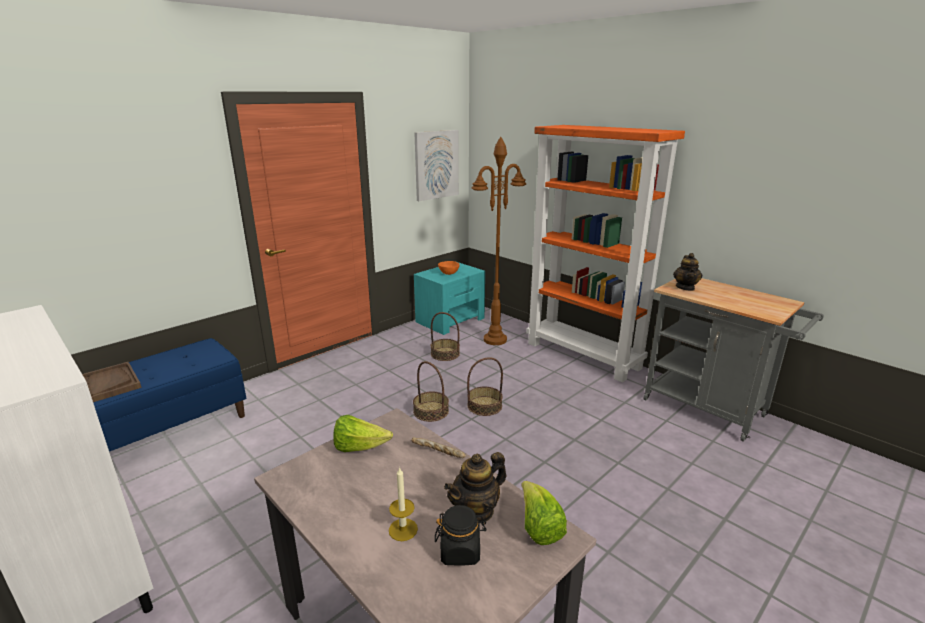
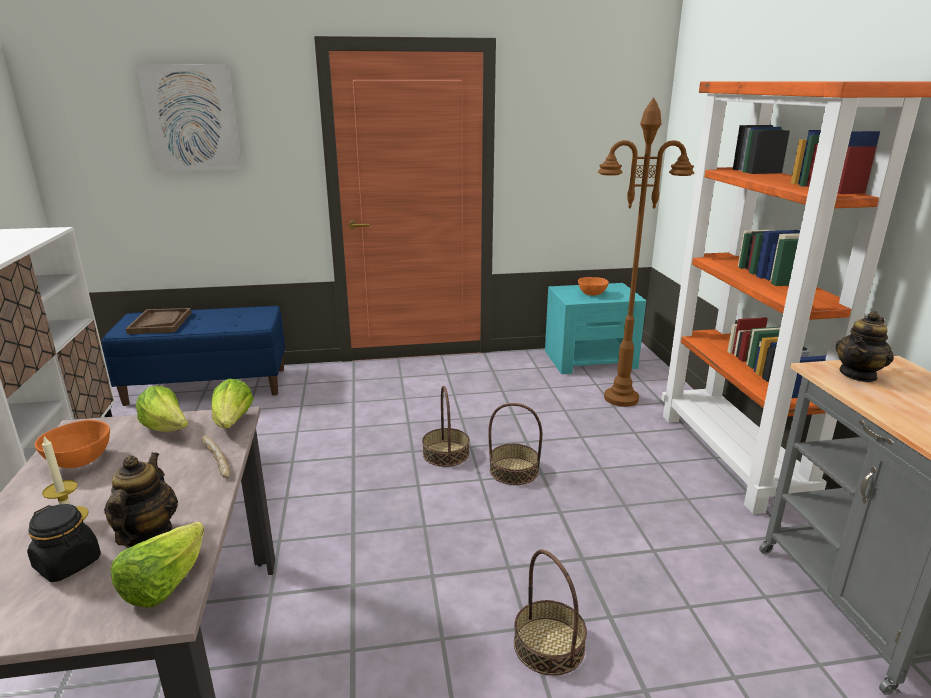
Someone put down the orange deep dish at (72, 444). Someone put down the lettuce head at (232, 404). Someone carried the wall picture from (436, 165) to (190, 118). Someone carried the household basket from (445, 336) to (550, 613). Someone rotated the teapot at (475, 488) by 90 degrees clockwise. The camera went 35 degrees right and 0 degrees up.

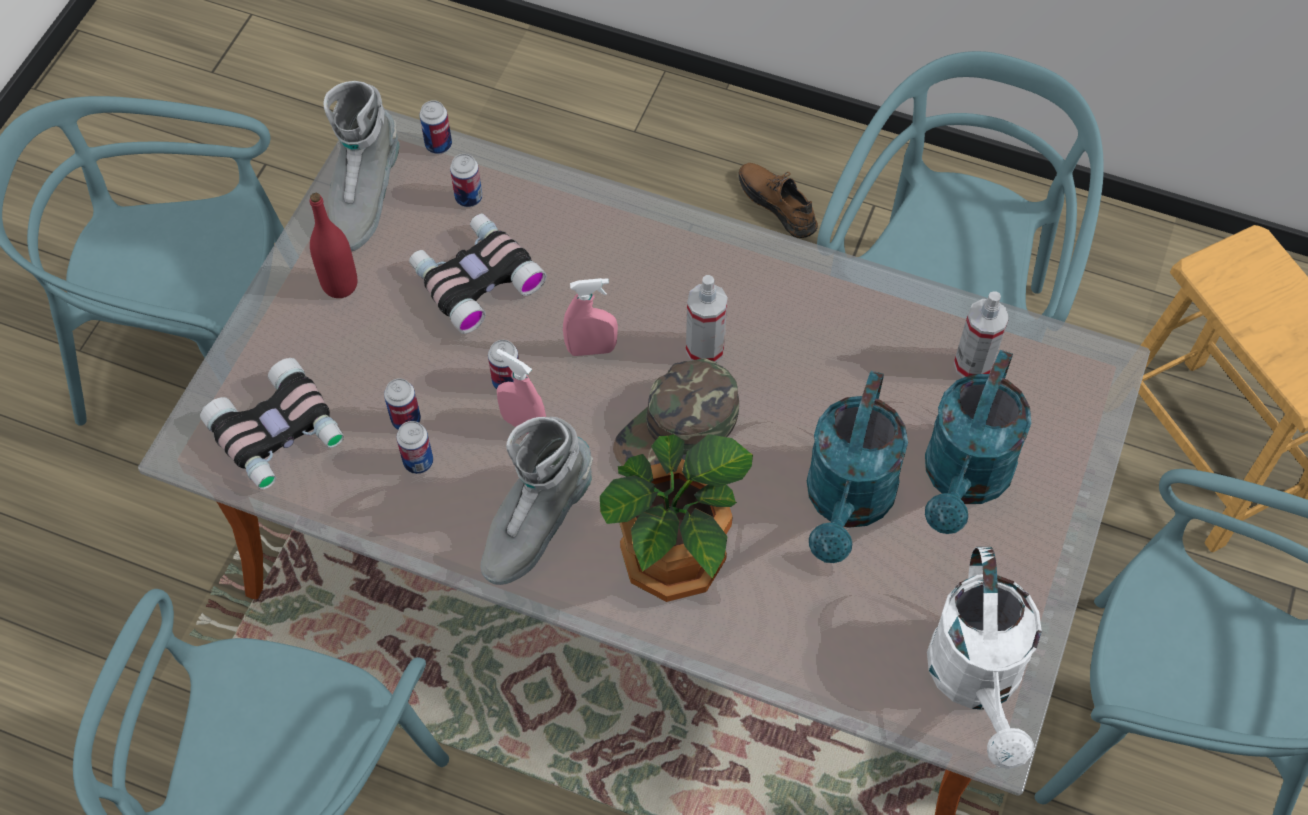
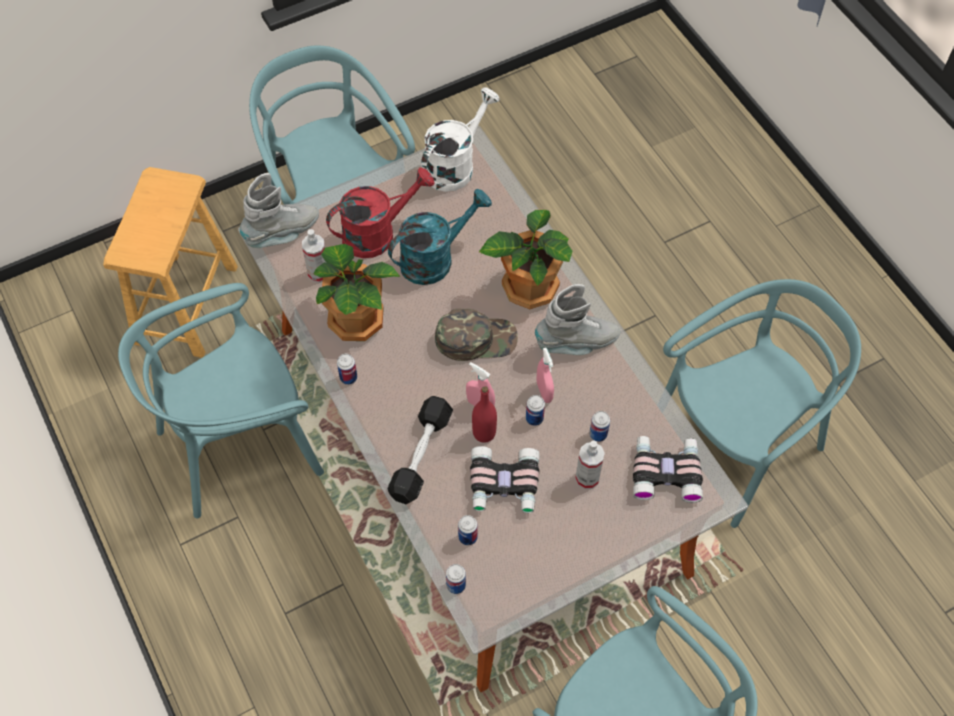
Someone took away the brownish shoe at (778, 200). Someone put down the plant in a pot at (357, 292). Someone put down the blackish dumbbell at (420, 450). Someone carried the red drink bottle from (333, 245) to (484, 414). Someone carried the greyish boot from (362, 166) to (279, 210). Someone carried the can from (414, 447) to (347, 369). Someone carried the spray bottle from (707, 318) to (590, 464). Someone repainted the turquoise-coloured watering can at (978, 442), which became the red watering can at (380, 213). The camera went 140 degrees left and 0 degrees up.

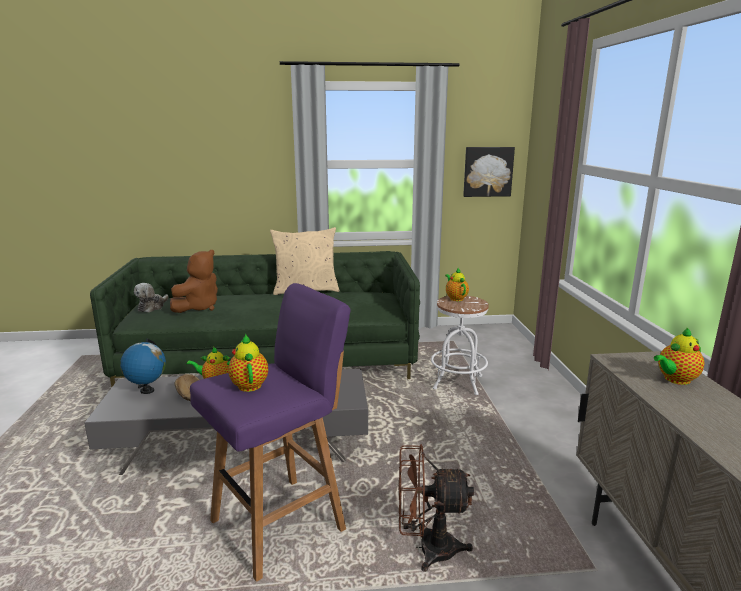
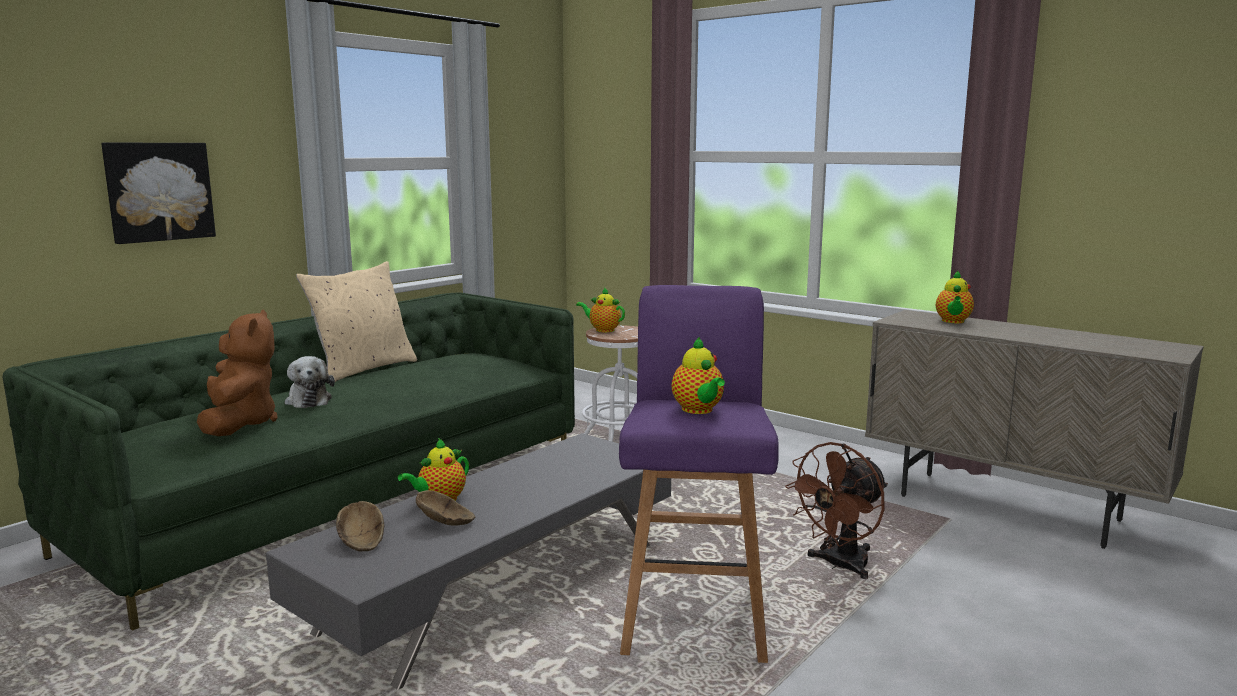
Someone carried the soft toy from (151, 298) to (310, 382). Someone carried the wall picture from (489, 172) to (158, 193). Someone swapped the globe at (143, 366) for the brownish deep dish at (360, 526). Someone rotated the teapot at (248, 363) by 135 degrees counterclockwise. The camera went 45 degrees left and 5 degrees down.

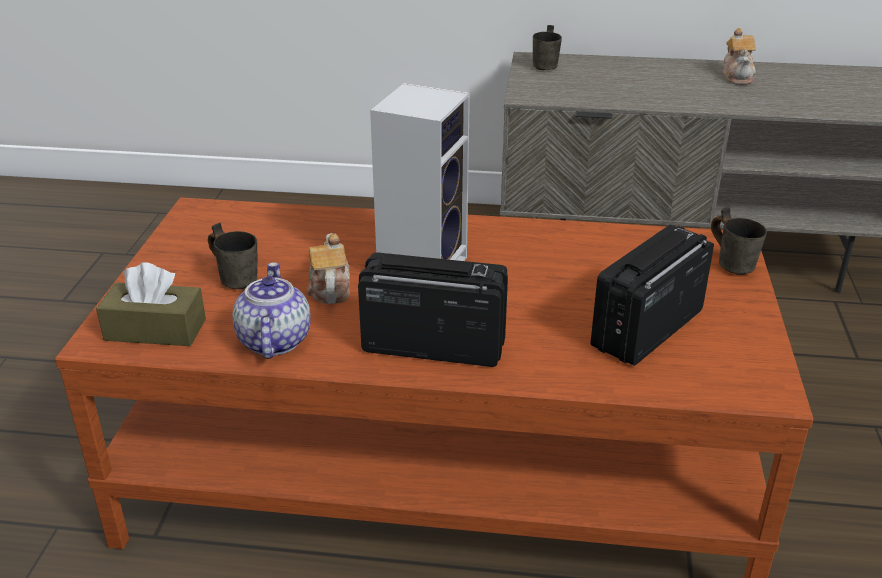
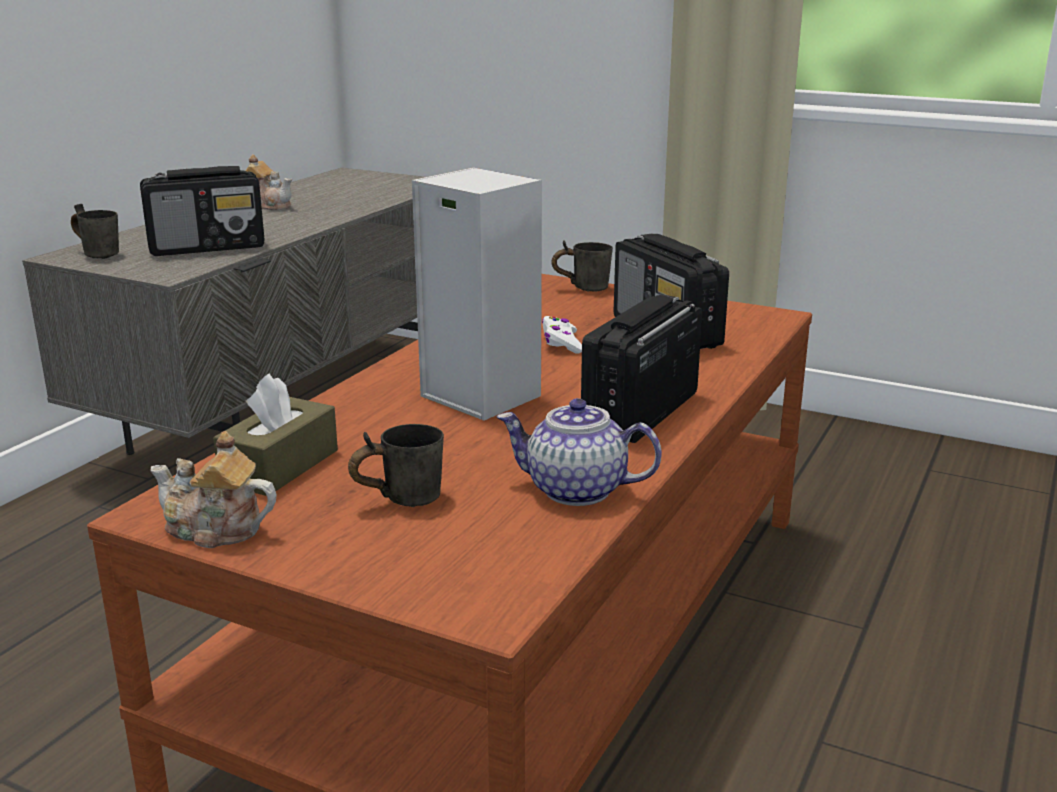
Someone put down the radio receiver at (202, 211). Someone put down the white-coloured gamepad at (562, 334). Someone carried the brownish tissue holder from (151, 304) to (275, 434). Someone carried the teapot from (328, 268) to (213, 489). The camera went 70 degrees left and 10 degrees down.

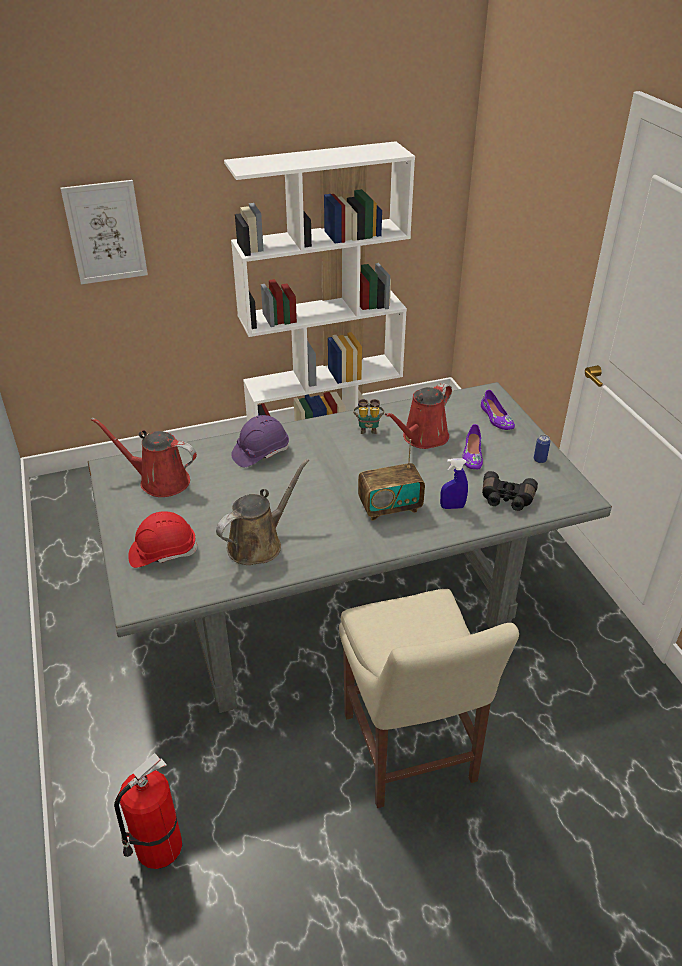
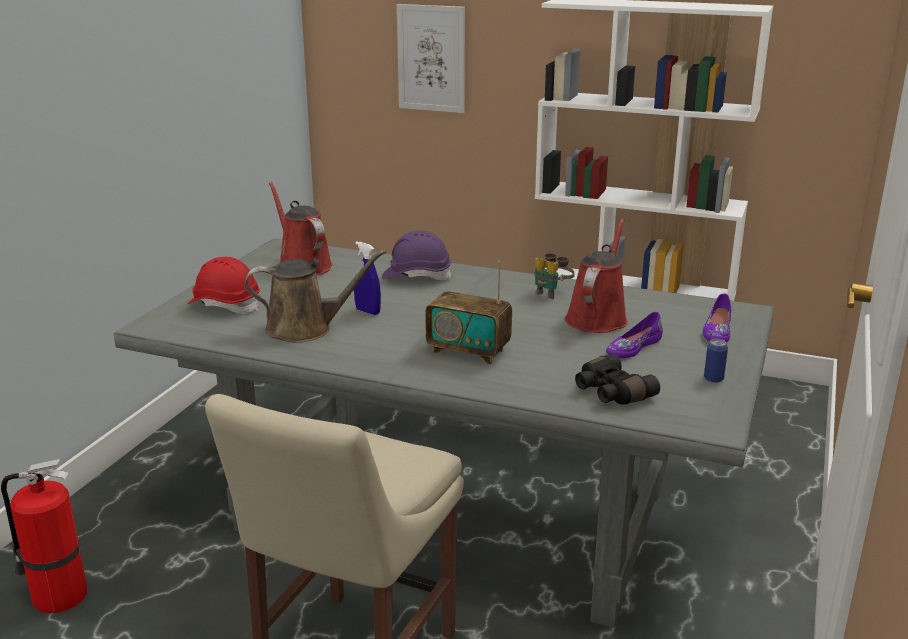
Someone carried the blue spray bottle from (454, 483) to (367, 278). Someone rotated the red watering can at (418, 416) by 120 degrees clockwise. The camera went 40 degrees right and 15 degrees down.

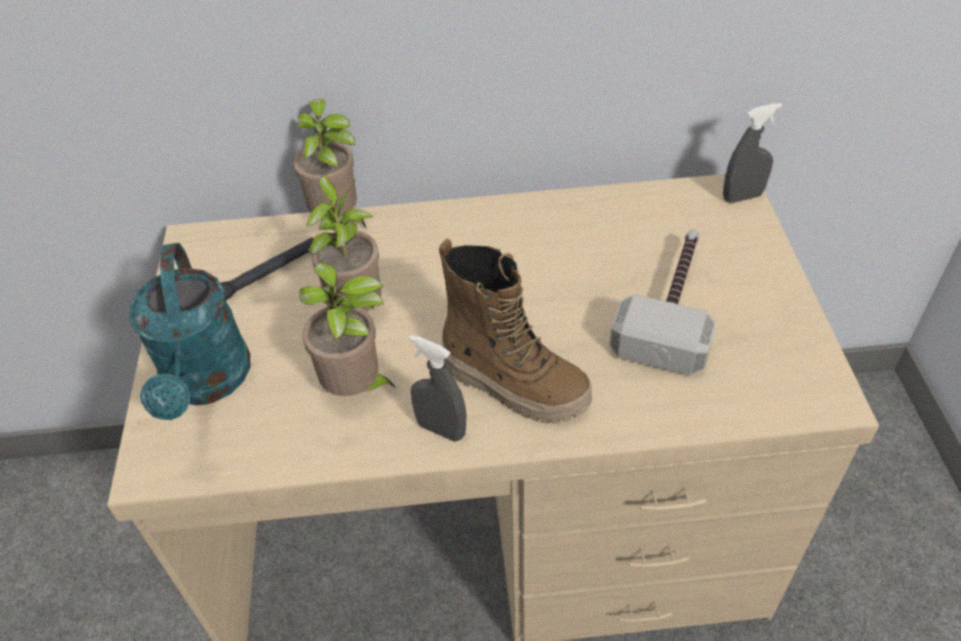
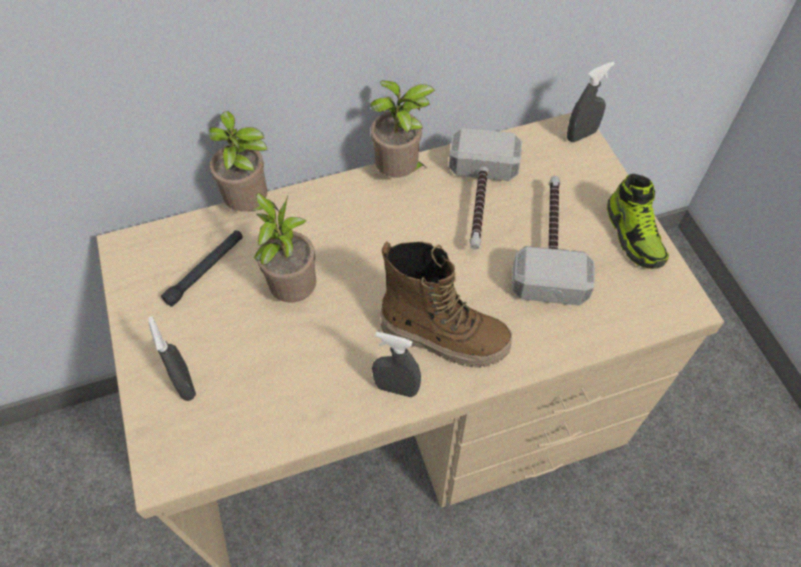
Someone put down the hand hammer at (485, 188). Someone put down the shoe at (638, 221). Someone carried the plant in a pot from (347, 329) to (402, 129). Someone swapped the turquoise-coloured watering can at (189, 331) for the greyish spray bottle at (172, 358). The camera went 15 degrees left and 10 degrees up.

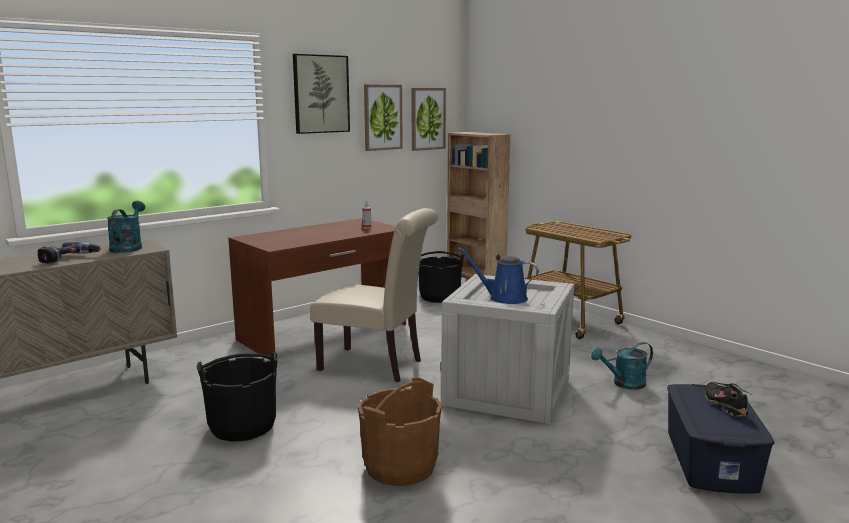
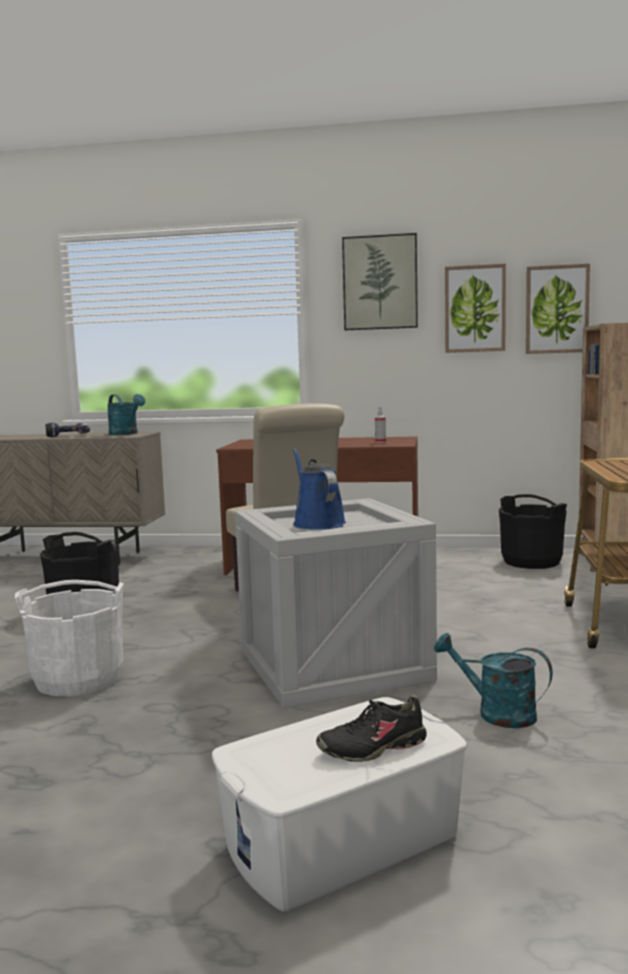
Someone repainted the brownish bucket at (400, 432), which became the white-coloured bucket at (69, 638). Someone repainted the blue storage container at (721, 438), which became the white-coloured storage container at (339, 804). Someone rotated the turquoise-coloured watering can at (126, 227) by 90 degrees clockwise. Someone rotated the blackish shoe at (729, 399) by 150 degrees counterclockwise. The camera went 50 degrees right and 5 degrees down.

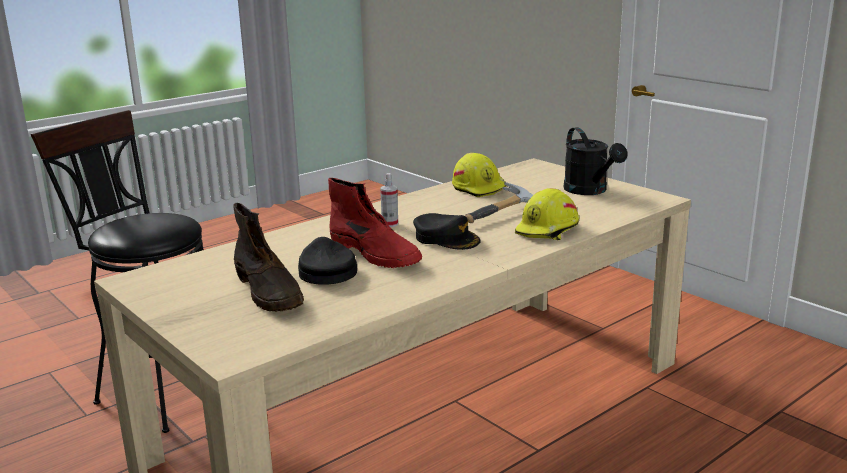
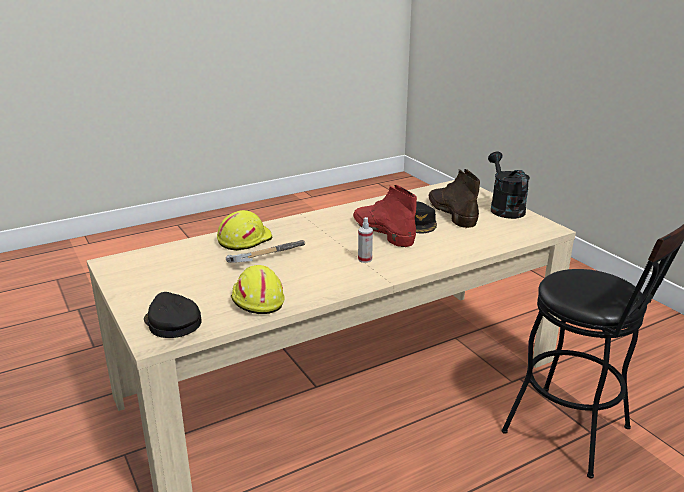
Someone carried the blackish peaked cap from (447, 231) to (173, 315). Someone carried the blackish watering can from (595, 161) to (509, 185). The camera went 170 degrees left and 5 degrees up.

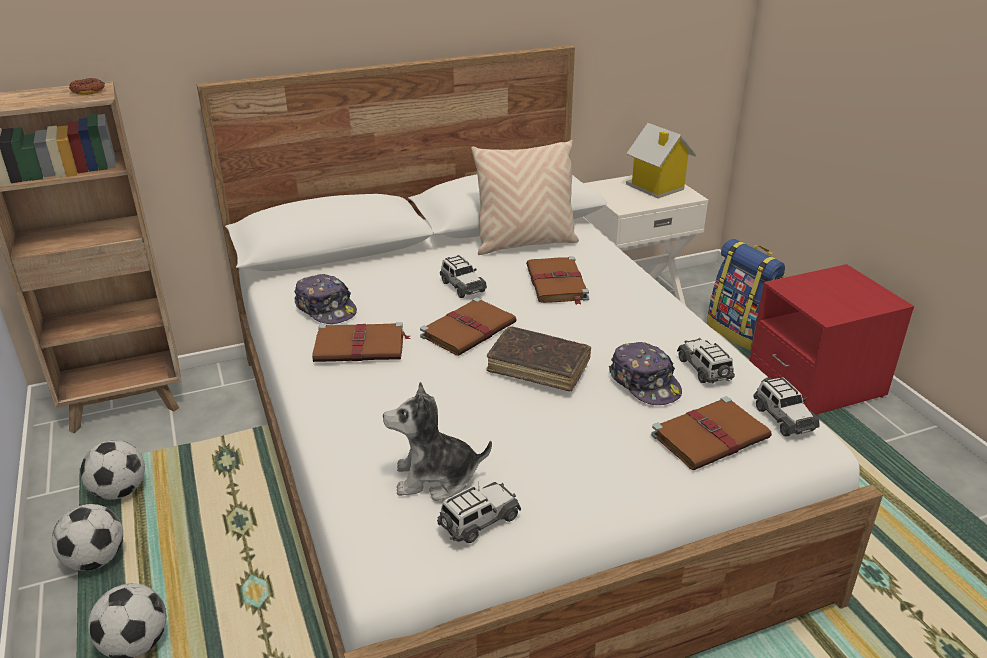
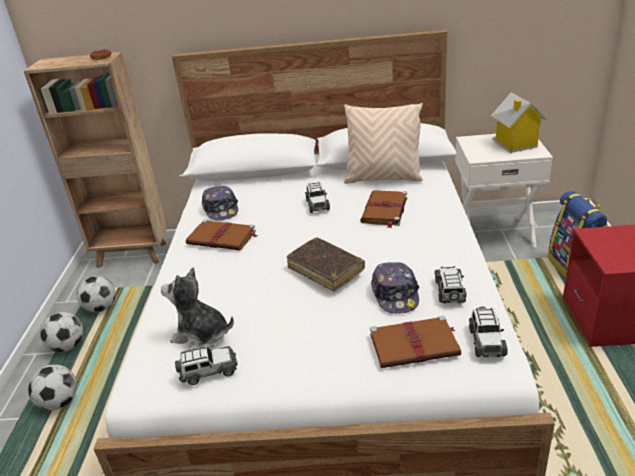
Someone took away the brownish volume at (468, 326). The camera went 25 degrees right and 0 degrees up.

